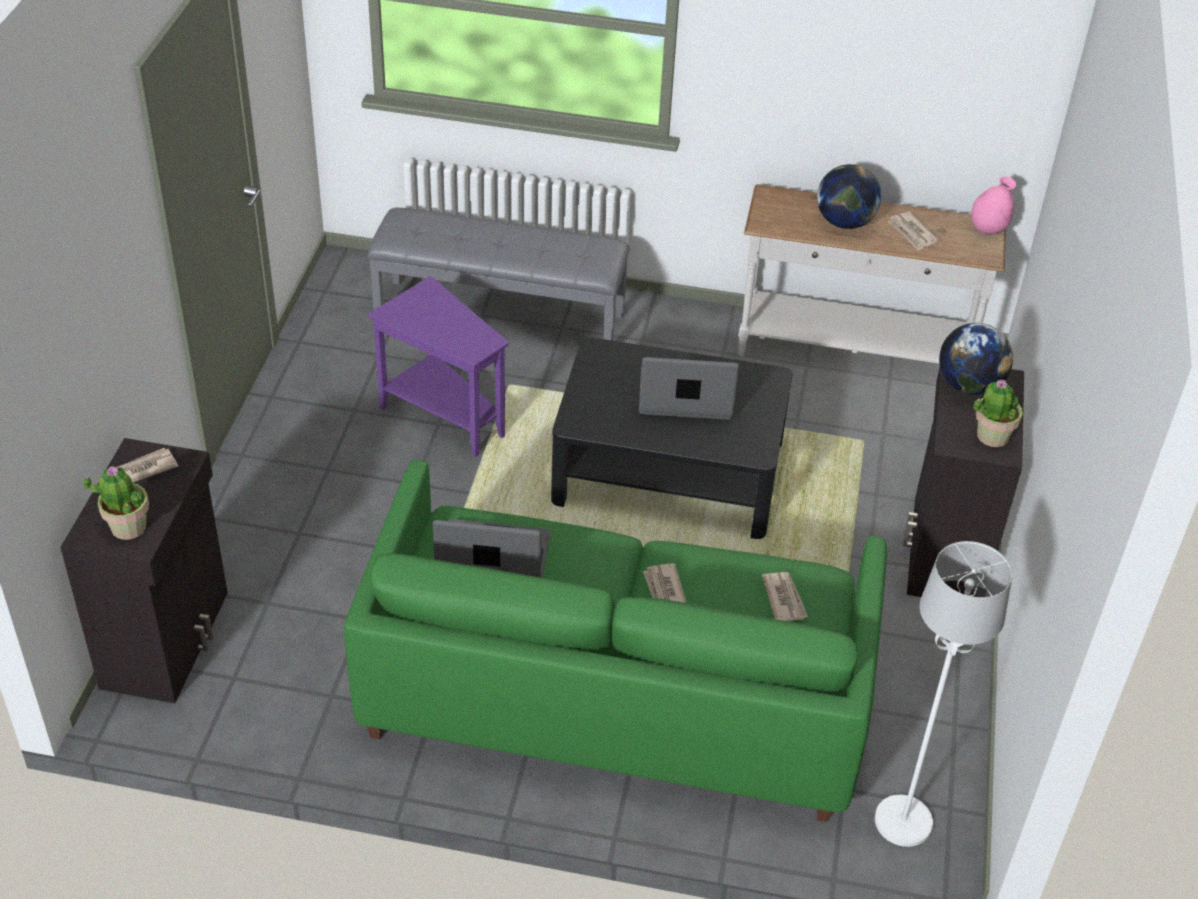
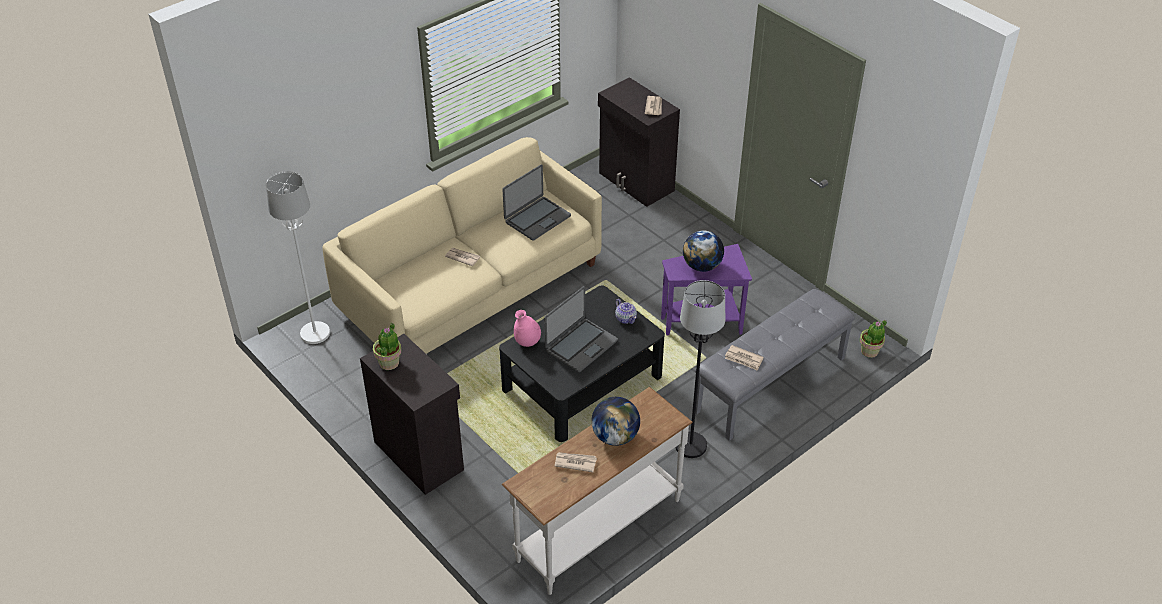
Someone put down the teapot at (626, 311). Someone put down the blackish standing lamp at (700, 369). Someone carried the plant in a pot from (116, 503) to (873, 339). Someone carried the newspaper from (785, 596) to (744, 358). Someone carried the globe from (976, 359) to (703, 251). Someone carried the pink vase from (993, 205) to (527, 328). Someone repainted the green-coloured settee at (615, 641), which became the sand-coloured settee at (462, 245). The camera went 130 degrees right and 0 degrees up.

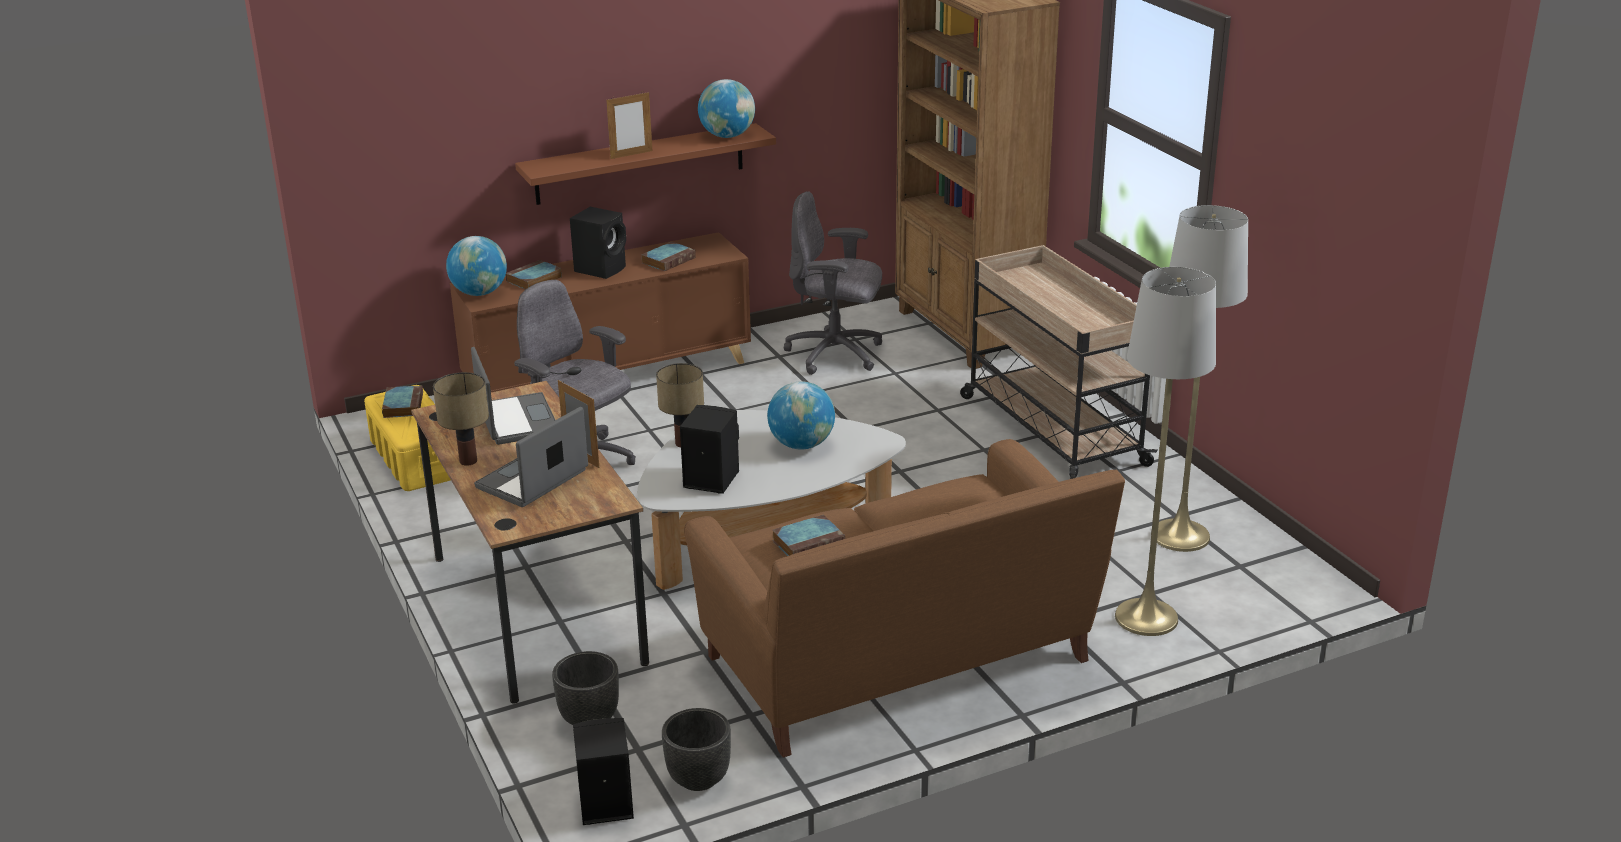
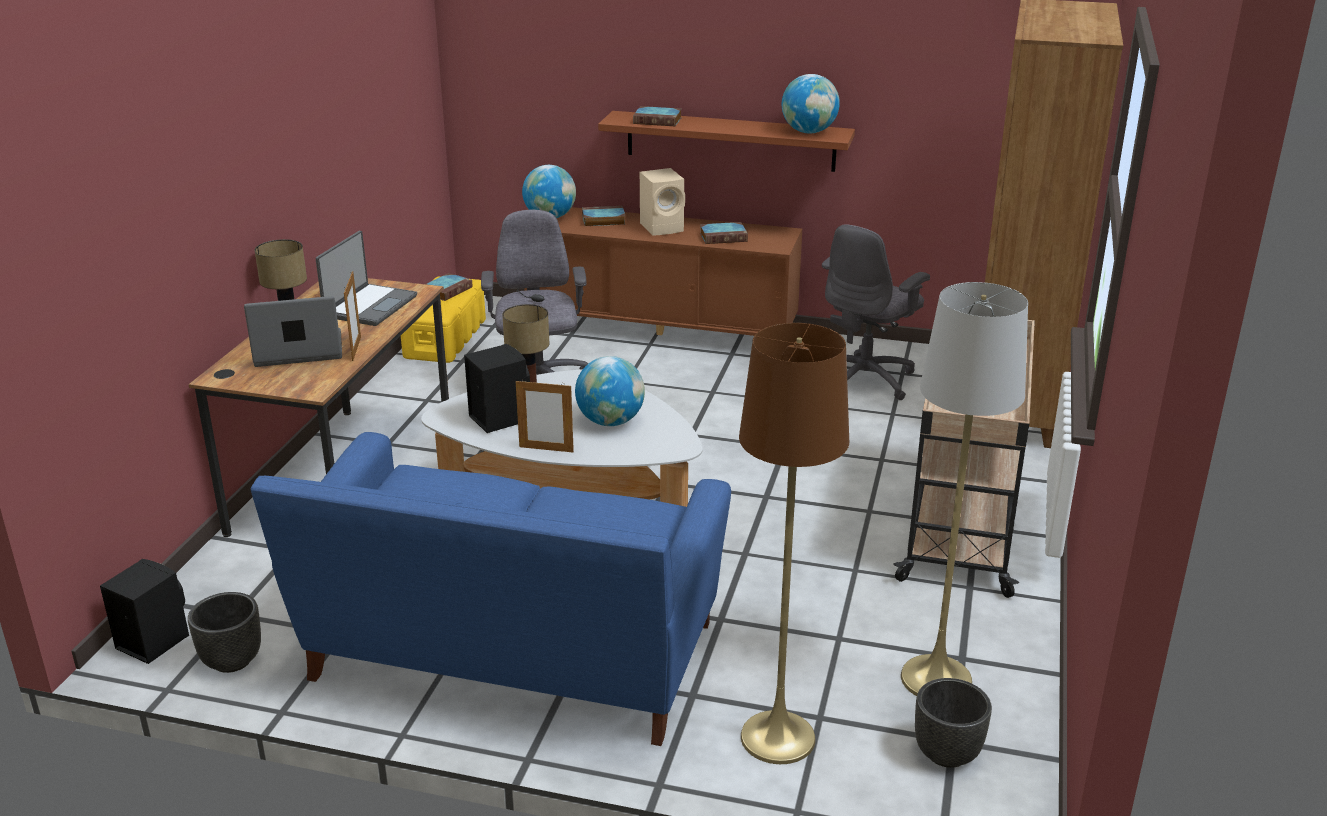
Someone carried the blackish plant pot from (585, 688) to (953, 723). Someone carried the picture frame from (629, 125) to (545, 415). Someone carried the volume from (808, 535) to (657, 116). Someone repainted the blackish audio speaker at (598, 243), which became the sand-coloured audio speaker at (662, 202). Someone repainted the brownish settee at (904, 598), which became the blue settee at (491, 589). Someone repainted the greyish standing lamp at (1165, 451), which became the brownish standing lamp at (794, 543). Someone rotated the greyish office chair at (833, 283) by 105 degrees counterclockwise. The camera went 40 degrees right and 0 degrees up.

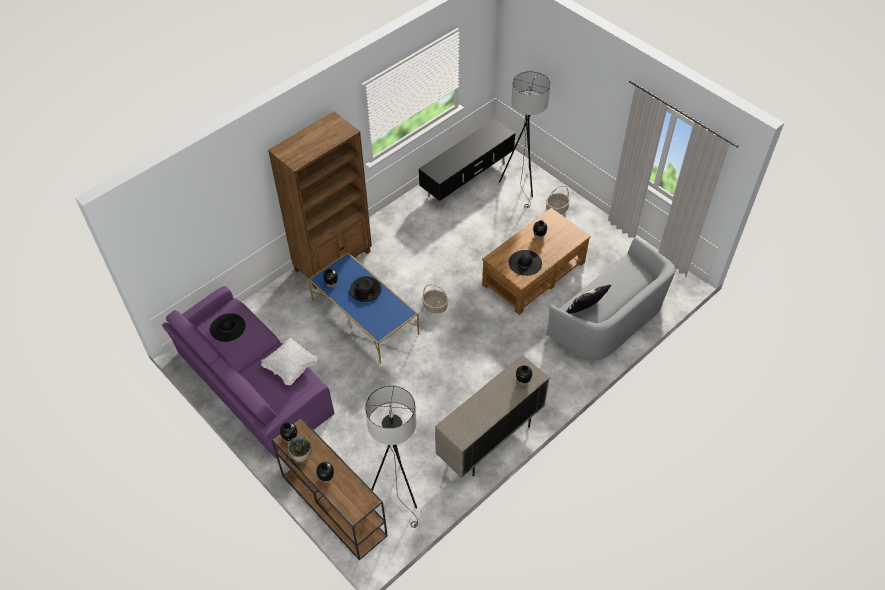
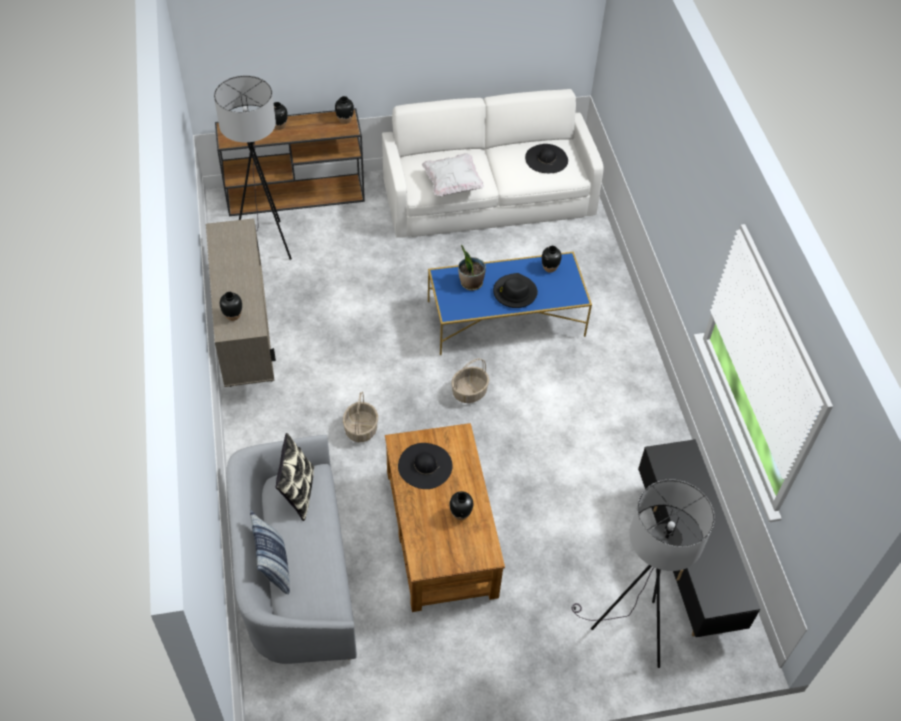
Someone took away the brownish shelving unit at (320, 200). Someone put down the pillow at (270, 552). Someone carried the plant in a pot from (299, 449) to (472, 268). Someone carried the household basket from (558, 200) to (360, 417). Someone repainted the purple-coloured settee at (248, 372), which became the white-coloured settee at (493, 163). The camera went 120 degrees right and 0 degrees up.

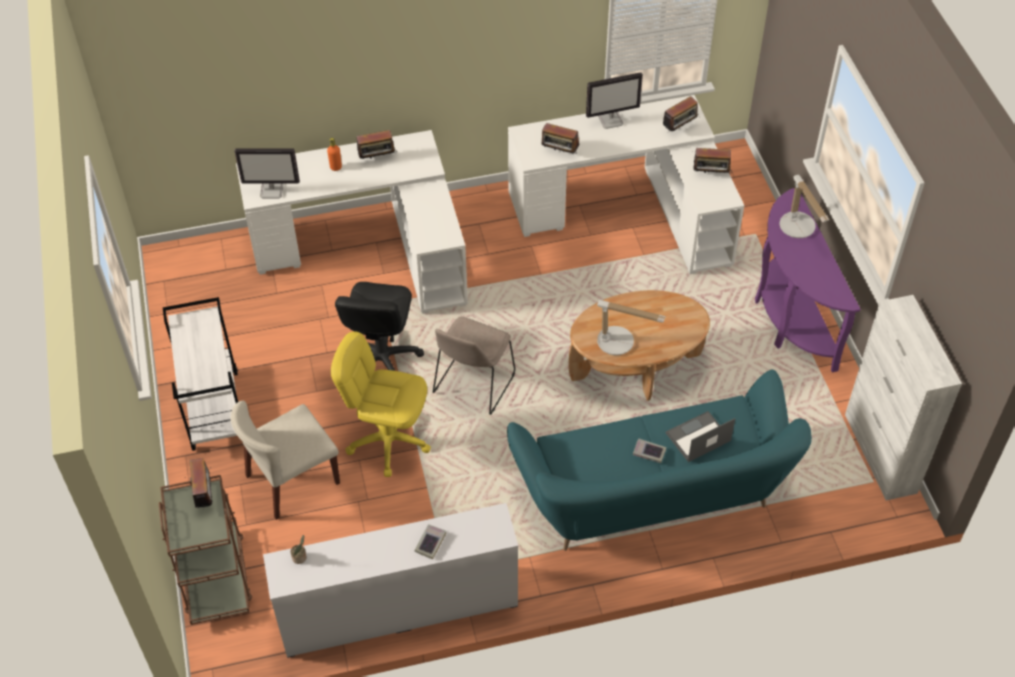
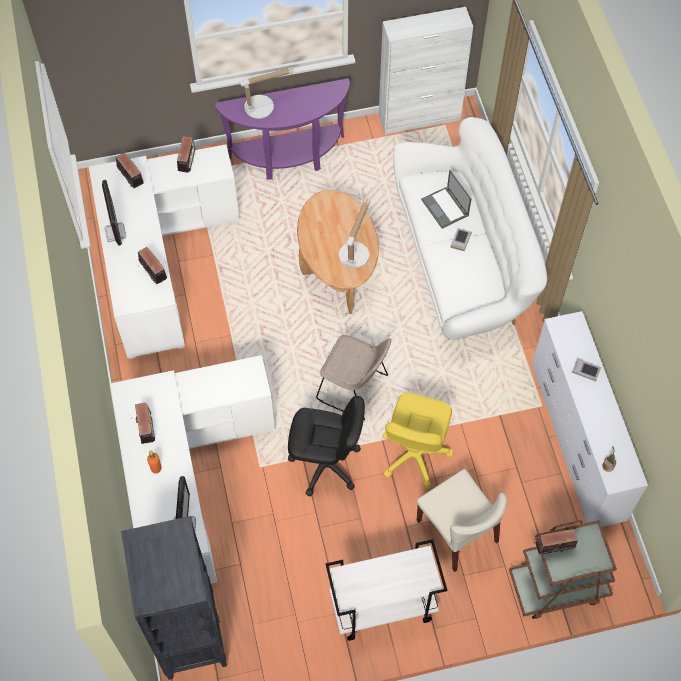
Someone put down the blackish shelving unit at (174, 598). Someone repainted the turquoise-coloured settee at (659, 460), which became the white-coloured settee at (470, 228). Someone rotated the radio receiver at (560, 139) by 60 degrees counterclockwise. The camera went 90 degrees left and 10 degrees up.

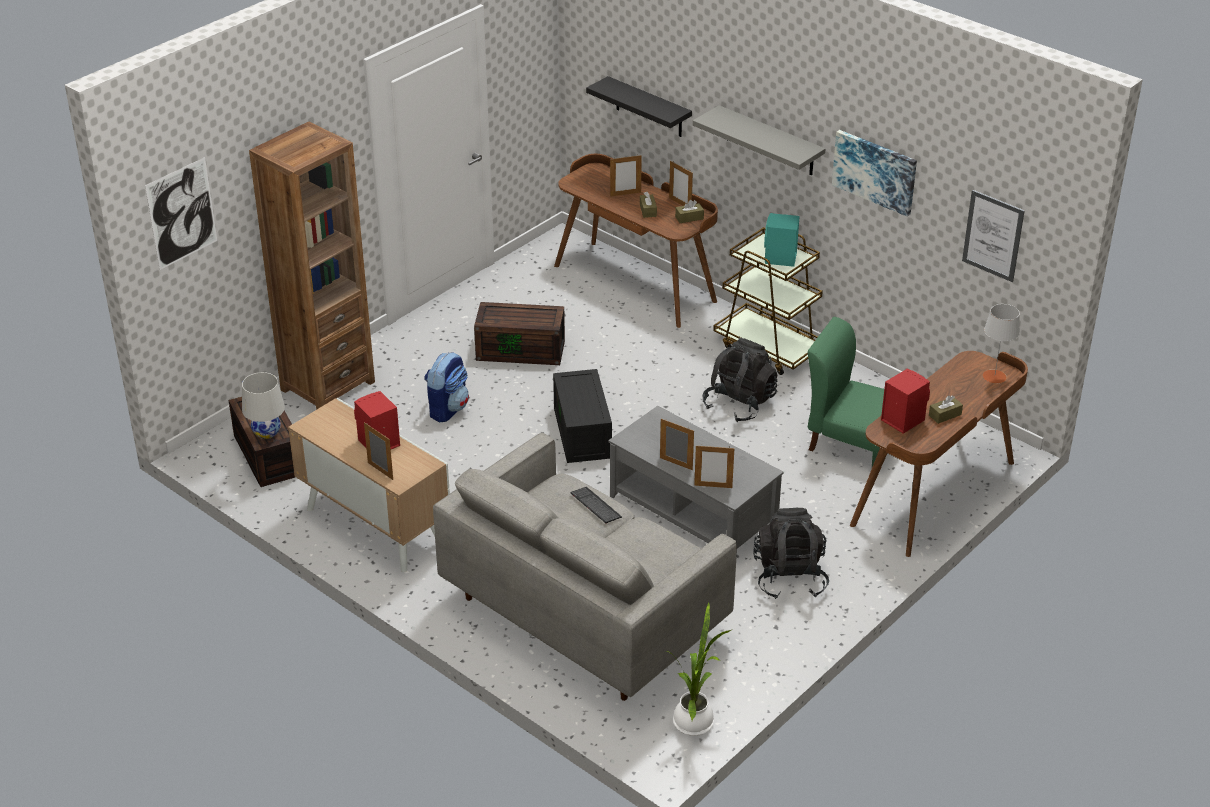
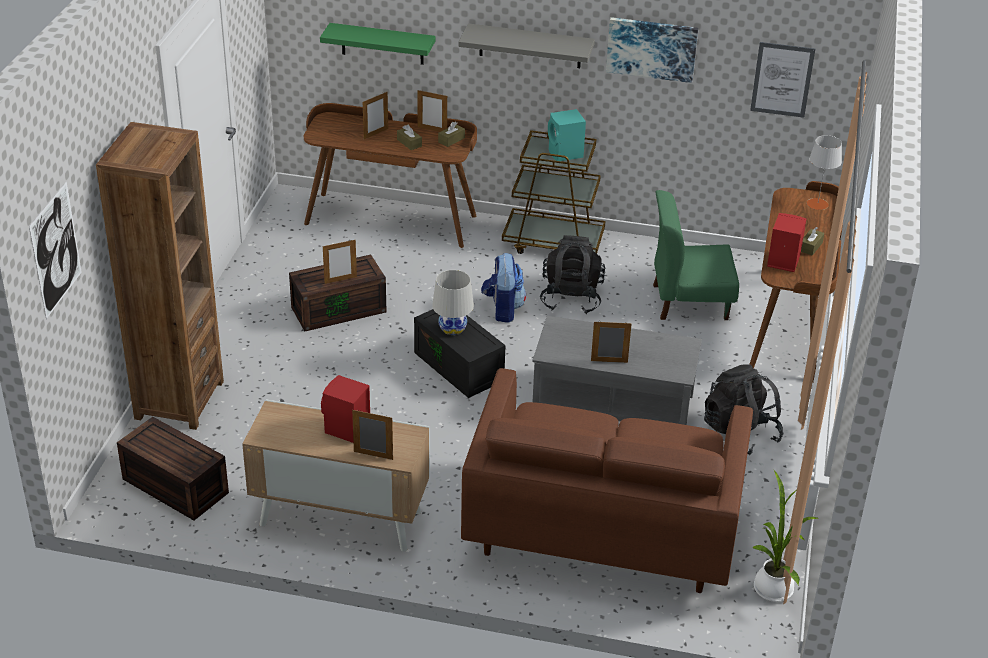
Someone took away the computer keyboard at (596, 505). Someone carried the white-coloured lamp for a table from (263, 405) to (453, 302). Someone carried the knapsack from (446, 387) to (503, 288). Someone carried the picture frame from (714, 466) to (340, 262). Someone repainted the greyish settee at (585, 567), which became the brownish settee at (607, 480). Someone repainted the blackish wall shelf at (639, 106), which became the green-coloured wall shelf at (378, 44). The camera went 30 degrees left and 0 degrees up.

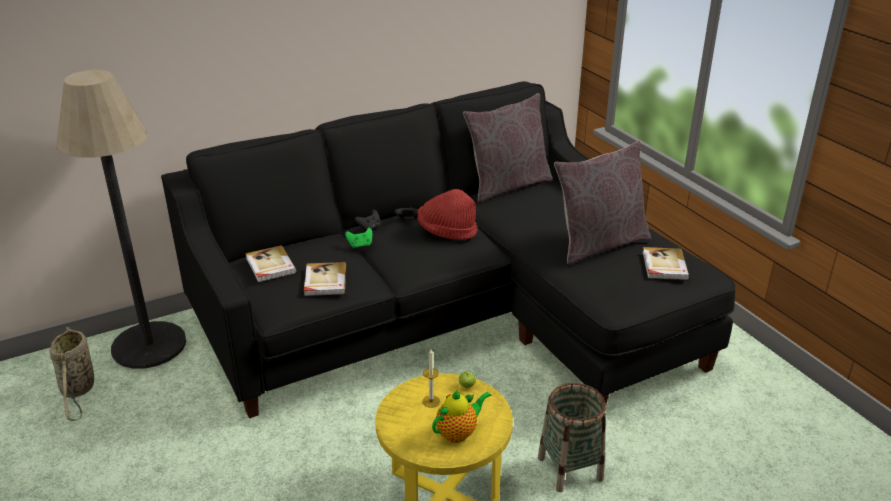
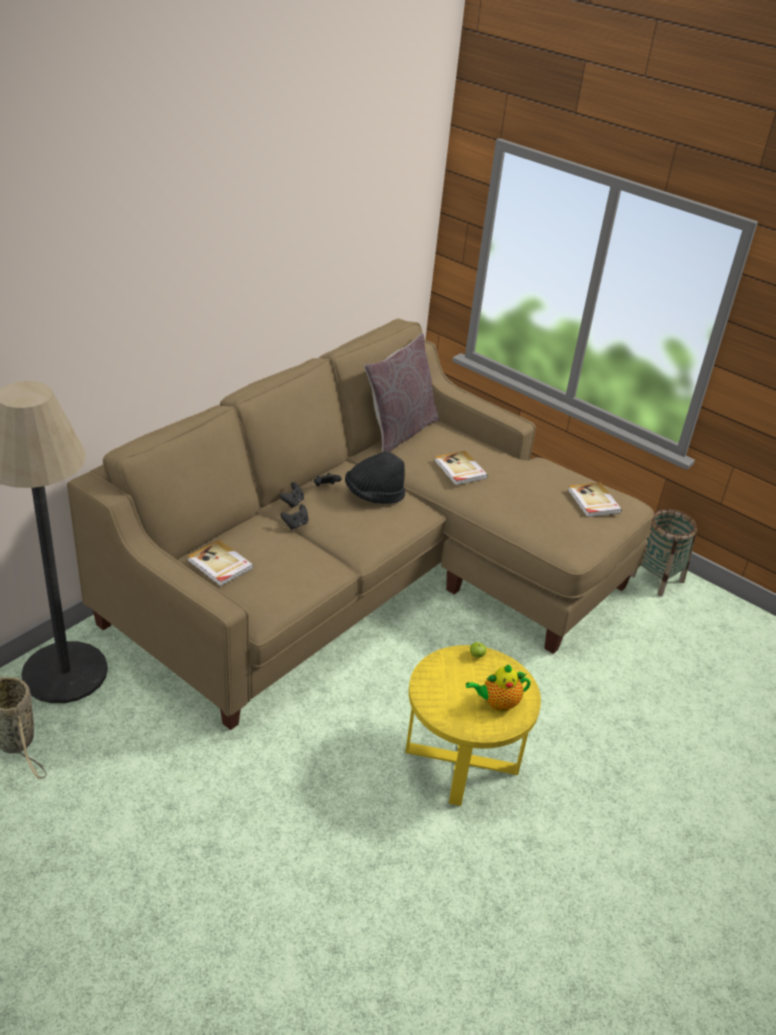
Someone took away the wax light at (431, 378). Someone took away the greyish pillow at (602, 203). Someone carried the volume from (325, 279) to (461, 467). Someone carried the household basket from (572, 437) to (664, 552). Someone repainted the blackish settee at (448, 249), which became the sand-coloured settee at (360, 524). Someone repainted the green-coloured gamepad at (358, 238), which became the blackish gamepad at (294, 517). Someone repainted the red clothing hat at (447, 214), which became the blackish clothing hat at (375, 478). Someone rotated the teapot at (461, 416) by 135 degrees counterclockwise. The camera went 25 degrees left and 5 degrees up.

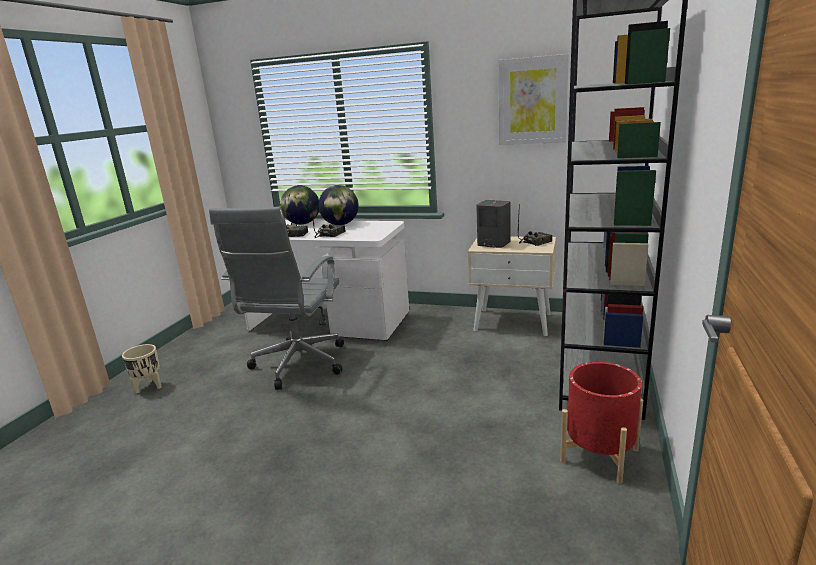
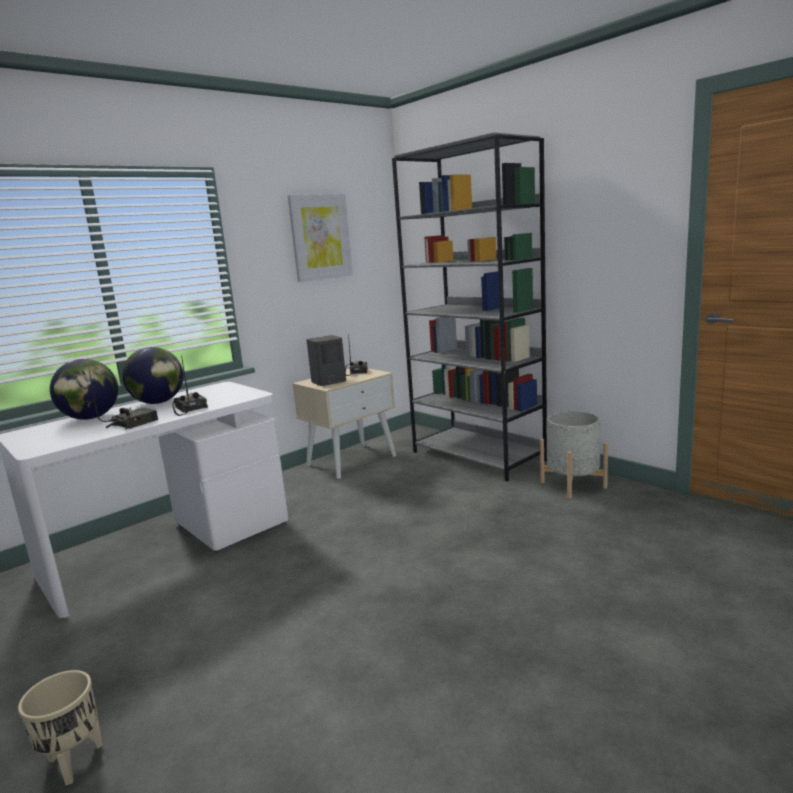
Someone took away the greyish office chair at (276, 298). Someone repainted the red plant pot at (601, 423), which became the greyish plant pot at (574, 455). The camera went 60 degrees left and 5 degrees down.

